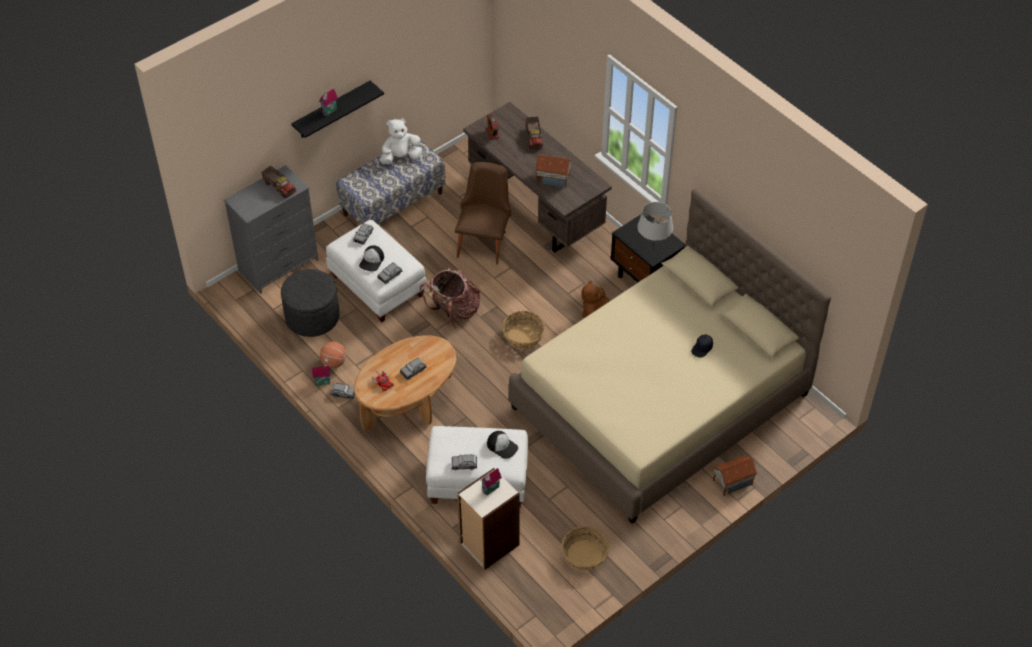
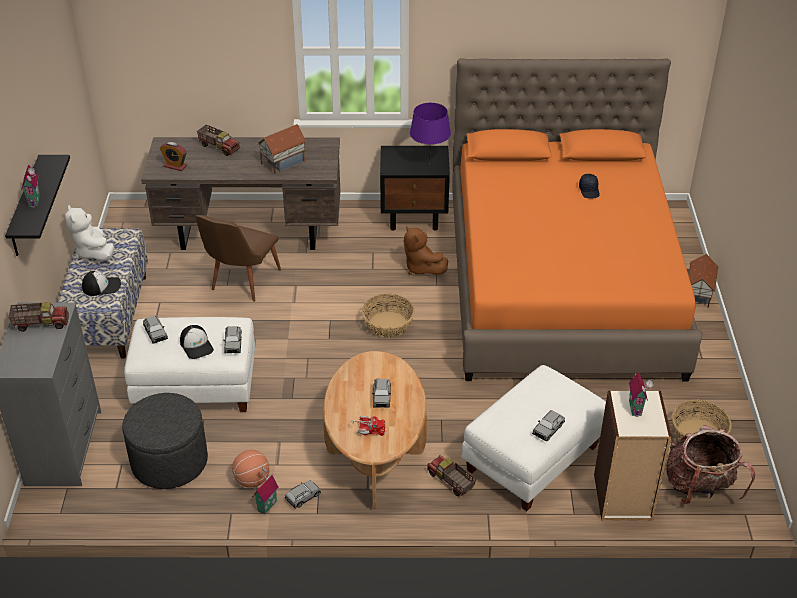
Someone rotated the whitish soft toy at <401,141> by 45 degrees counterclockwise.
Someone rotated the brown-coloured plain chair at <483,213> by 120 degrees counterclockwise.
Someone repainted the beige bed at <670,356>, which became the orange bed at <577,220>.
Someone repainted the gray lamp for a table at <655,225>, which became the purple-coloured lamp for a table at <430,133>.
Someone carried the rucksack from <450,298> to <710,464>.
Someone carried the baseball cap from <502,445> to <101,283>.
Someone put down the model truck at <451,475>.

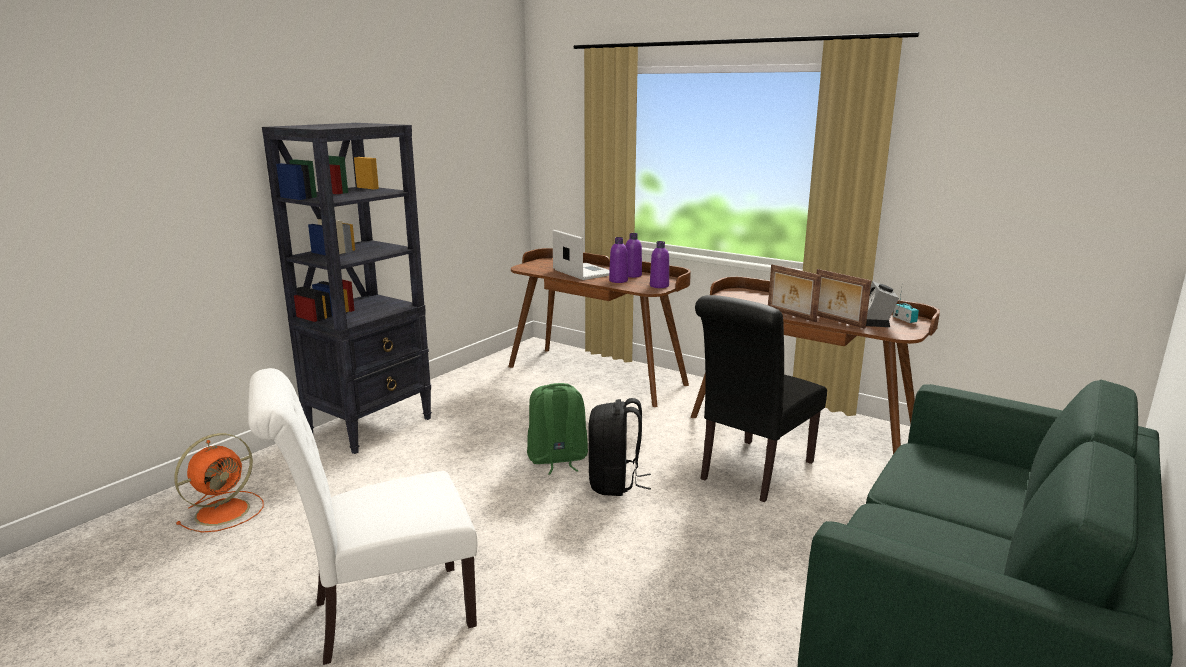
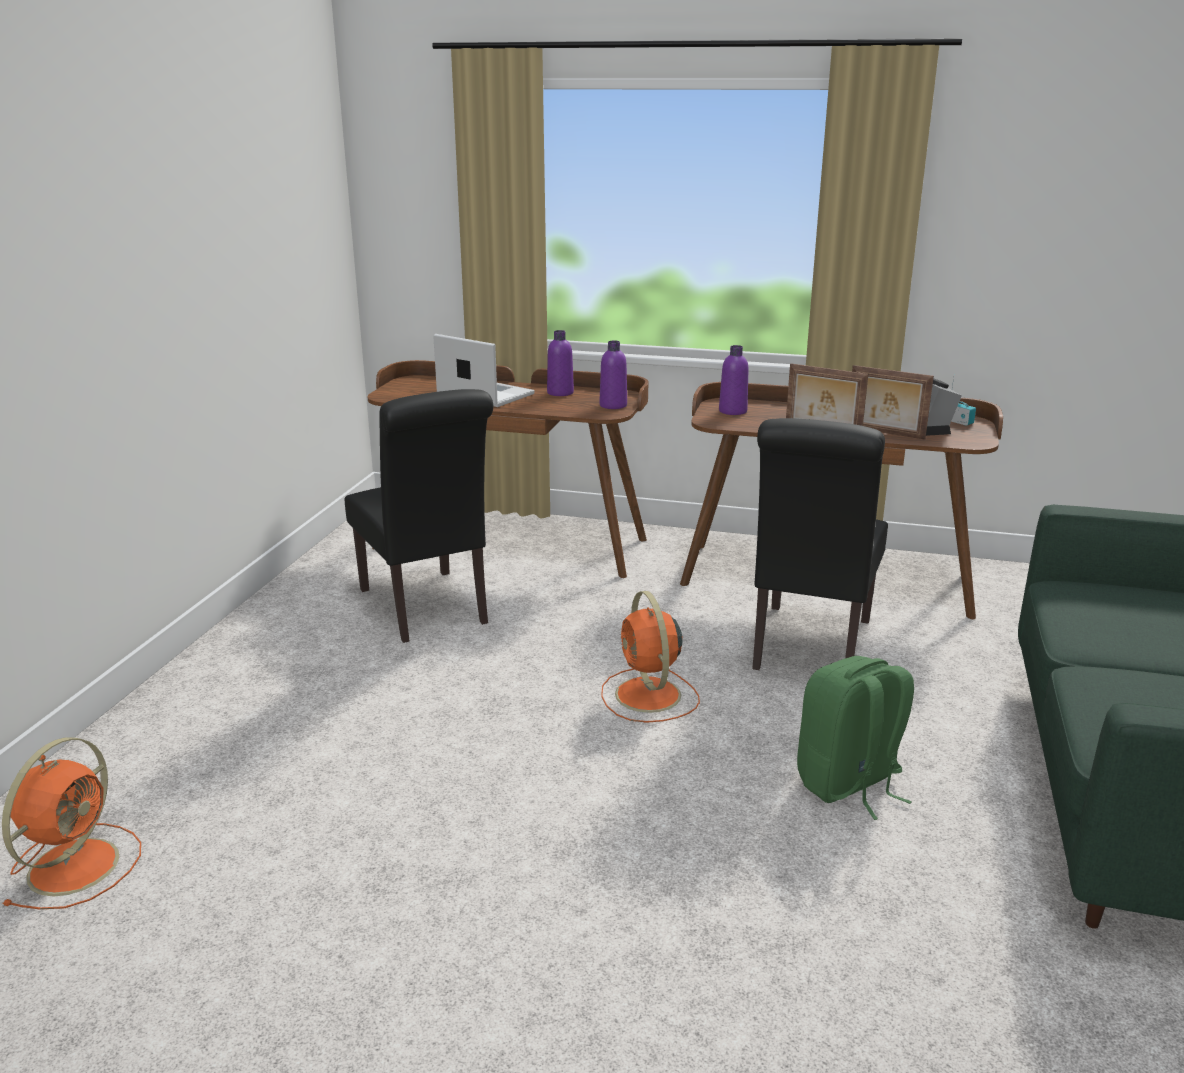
Someone took away the black bookcase at <347,288>.
Someone carried the purple-coloured bottle from <618,260> to <733,380>.
Someone took away the whitish plain chair at <363,516>.
Someone carried the greenish rucksack from <557,428> to <855,738>.
Someone swapped the black rucksack at <620,447> for the orange cooling fan at <650,657>.
Someone put down the black plain chair at <419,516>.

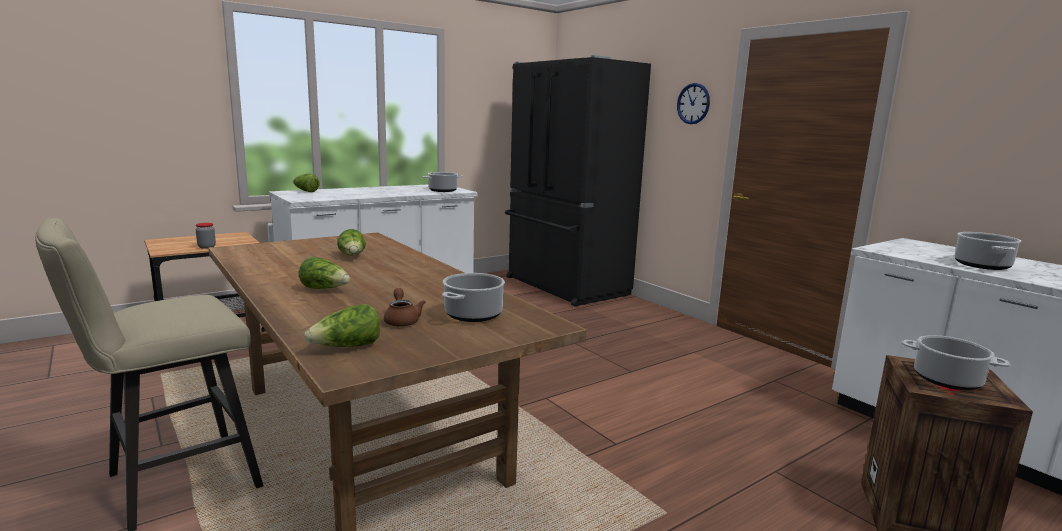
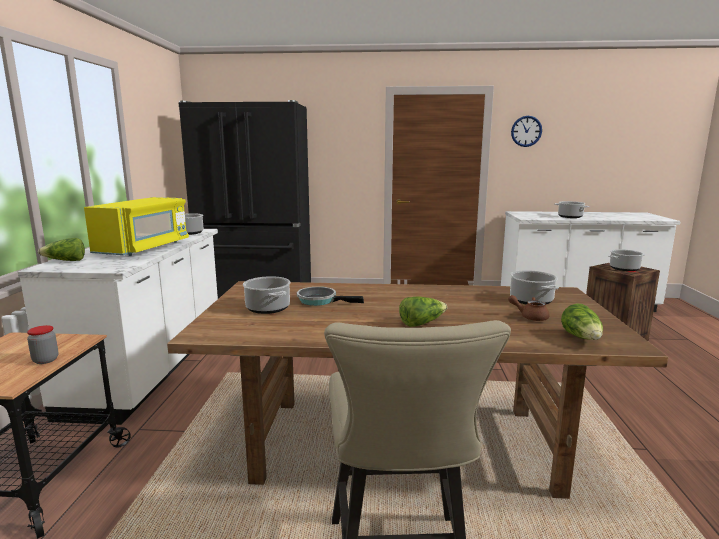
Someone carried the wall clock from <693,103> to <526,131>.
Someone swapped the head of lettuce at <351,242> for the pan at <330,296>.
Someone put down the yellowish microwave oven at <136,226>.
Someone put down the cooking pot at <266,295>.

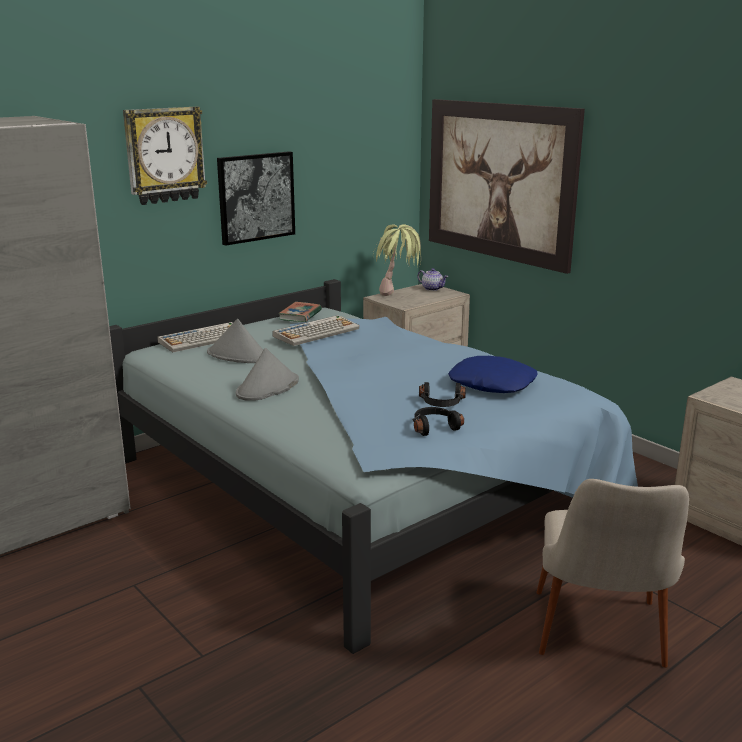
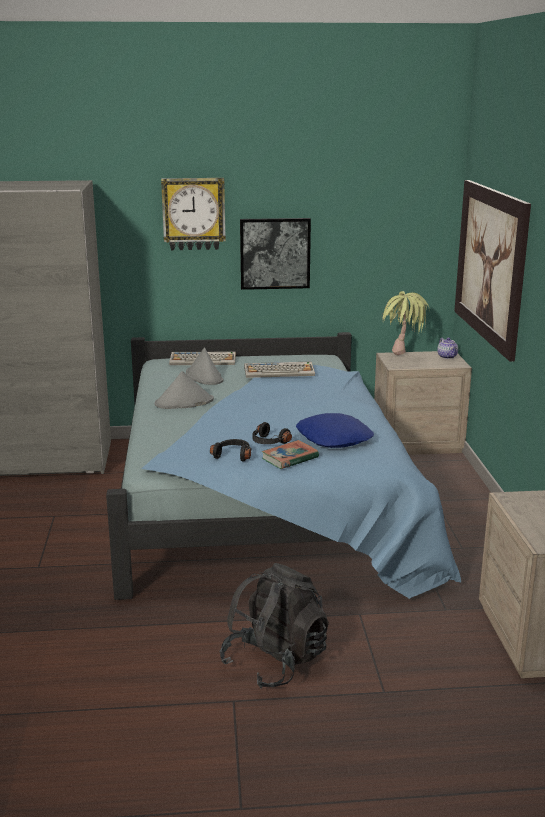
Someone carried the bound book from <300,312> to <290,454>.
Someone swapped the beige plain chair at <612,573> for the black rucksack at <274,625>.

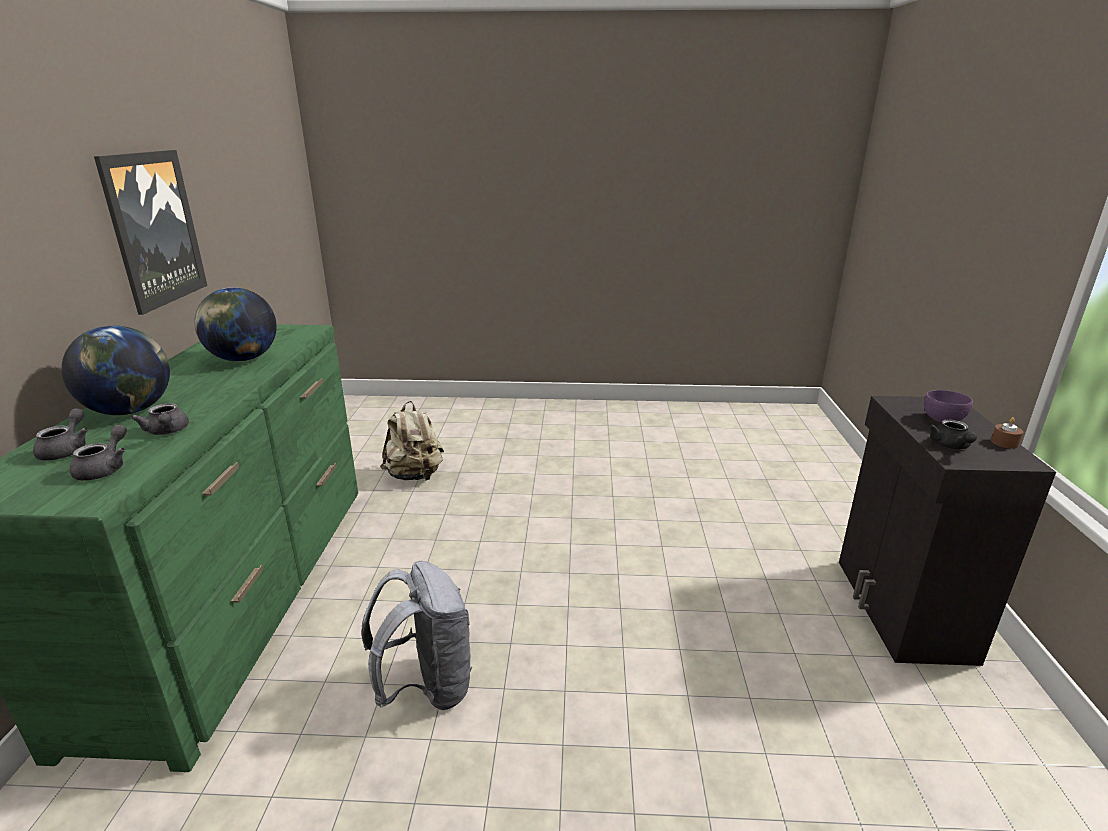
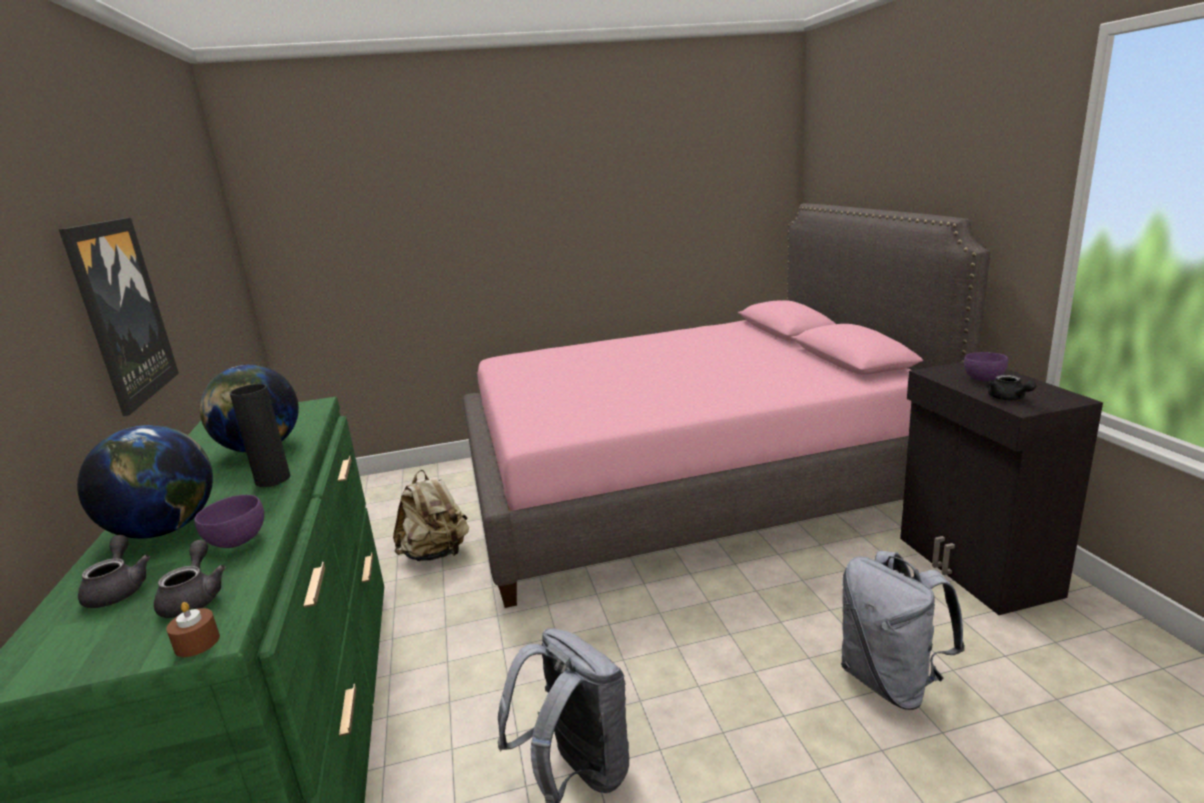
Someone swapped the gray tea pot at <160,419> for the purple-coloured bowl at <229,521>.
Someone carried the brown-coloured wax light from <1007,433> to <193,629>.
Someone put down the pink-coloured bed at <726,405>.
Someone put down the black vase at <260,435>.
Someone put down the gray rucksack at <903,630>.

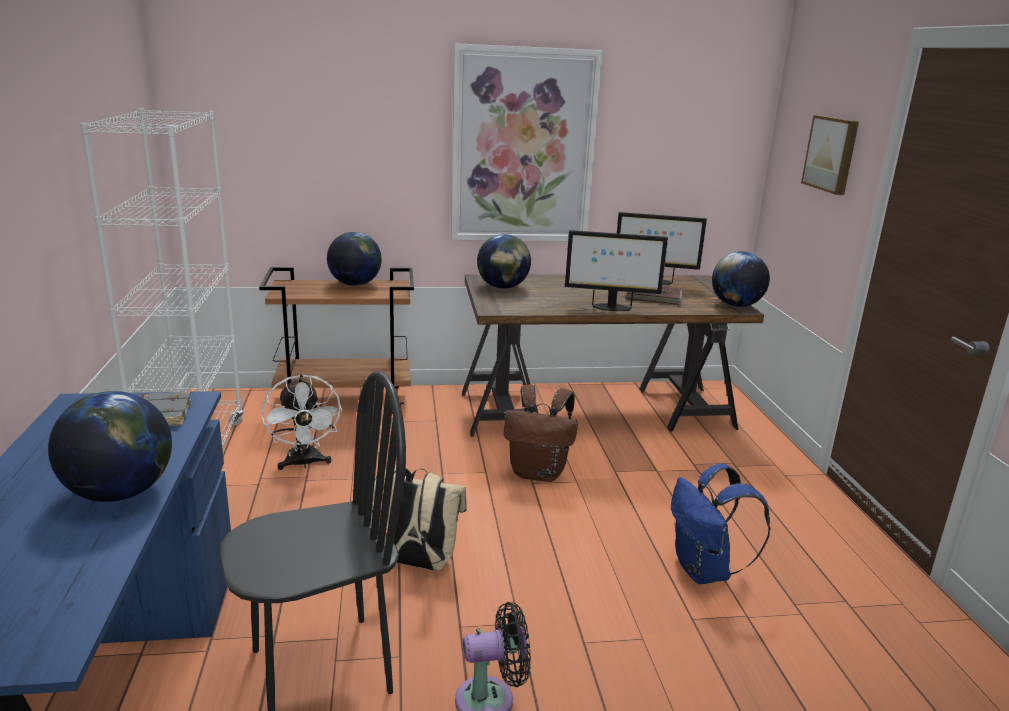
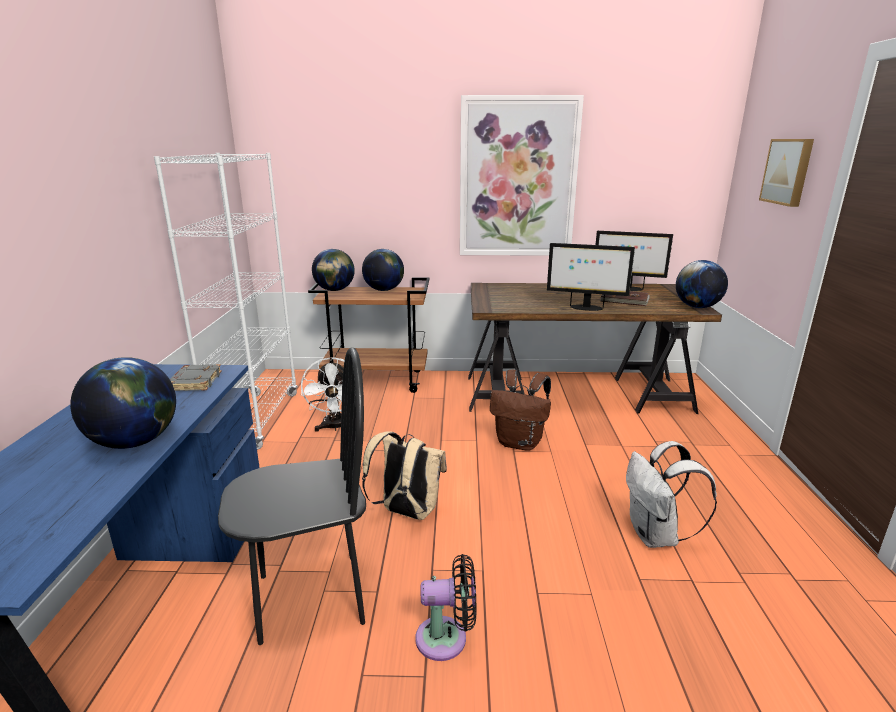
Someone carried the world globe from <504,261> to <333,270>.
Someone repainted the blue rucksack at <721,523>, which became the whitish rucksack at <671,494>.

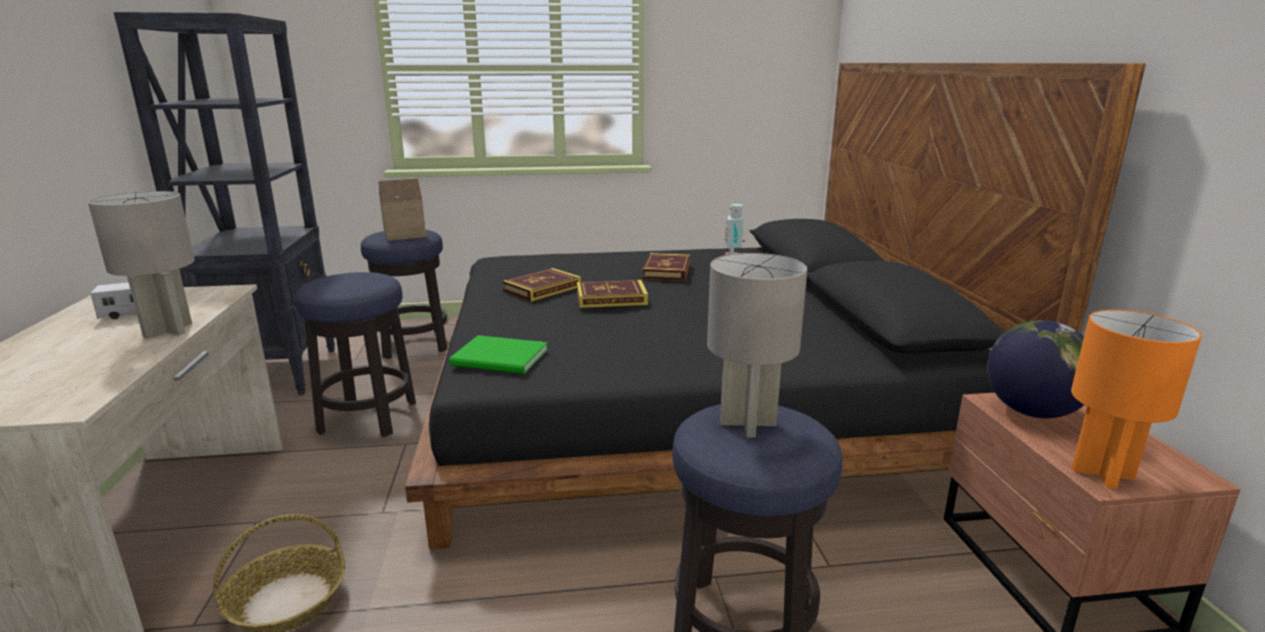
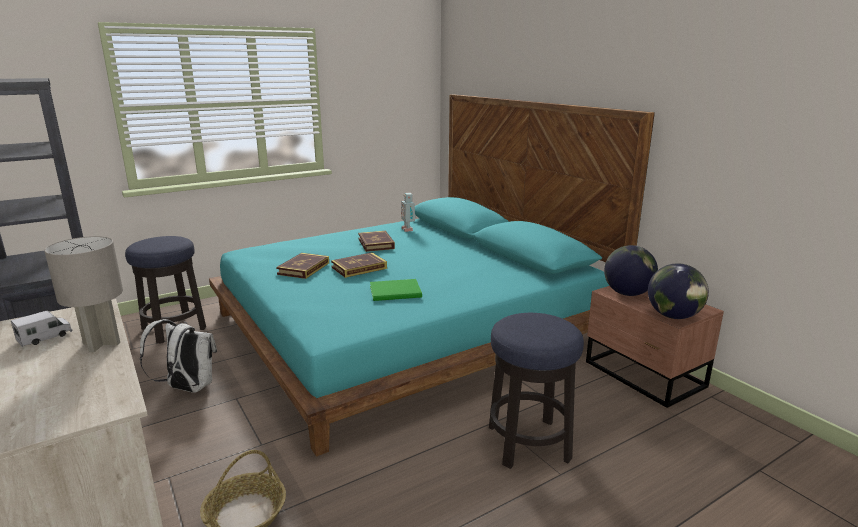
Someone repainted the black bed at <775,306>, which became the blue-green bed at <432,275>.
Someone took away the toy house at <402,210>.
Someone took away the gray lamp for a table at <757,345>.
Someone swapped the stool seat at <355,354> for the whitish rucksack at <178,356>.
Someone swapped the orange lamp for a table at <1136,399> for the world globe at <678,291>.
Someone carried the greenish bound book from <498,354> to <396,290>.

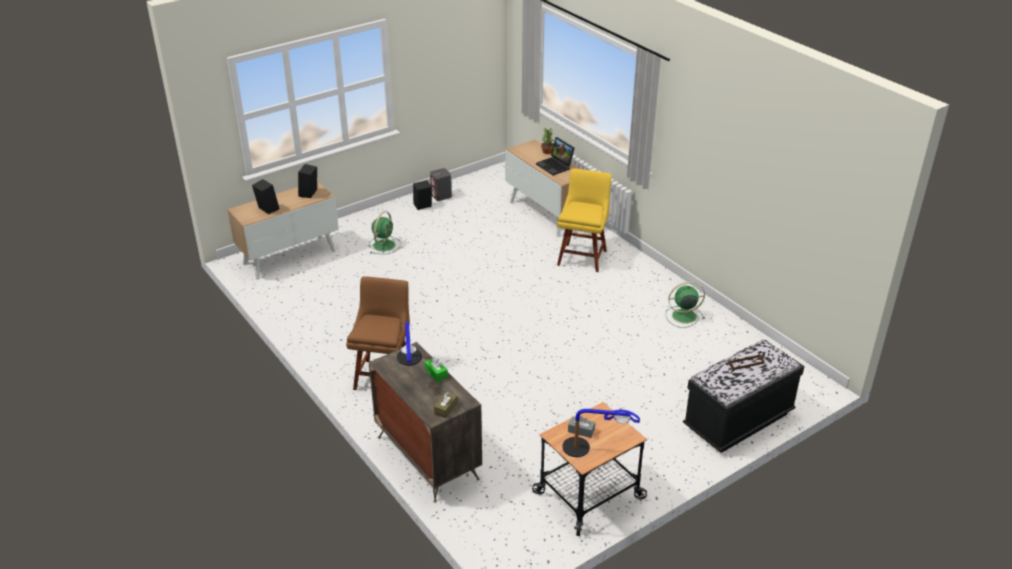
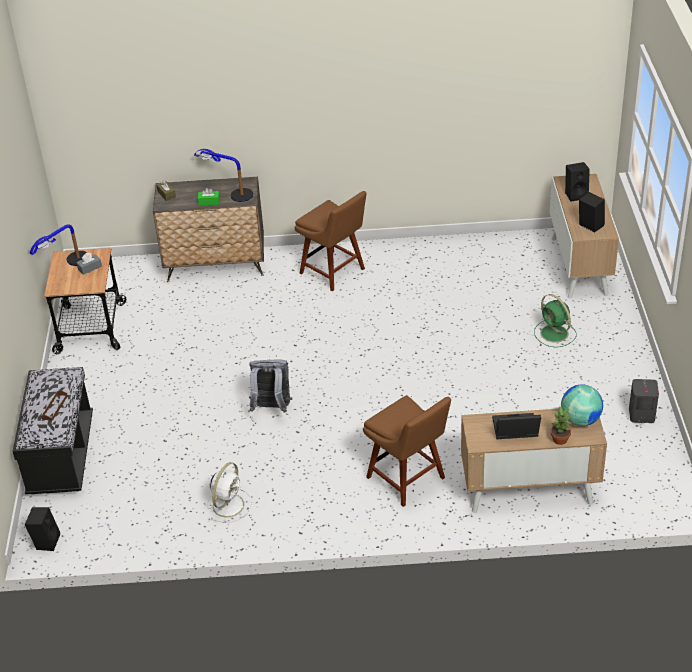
Someone repainted the yellowish plain chair at <584,220>, which became the brown-coloured plain chair at <407,451>.
Someone carried the black speaker from <422,195> to <42,529>.
Someone repainted the greenish cooling fan at <685,305>, which became the whitish cooling fan at <229,492>.
Someone put down the gray rucksack at <270,386>.
Someone put down the world globe at <582,405>.

